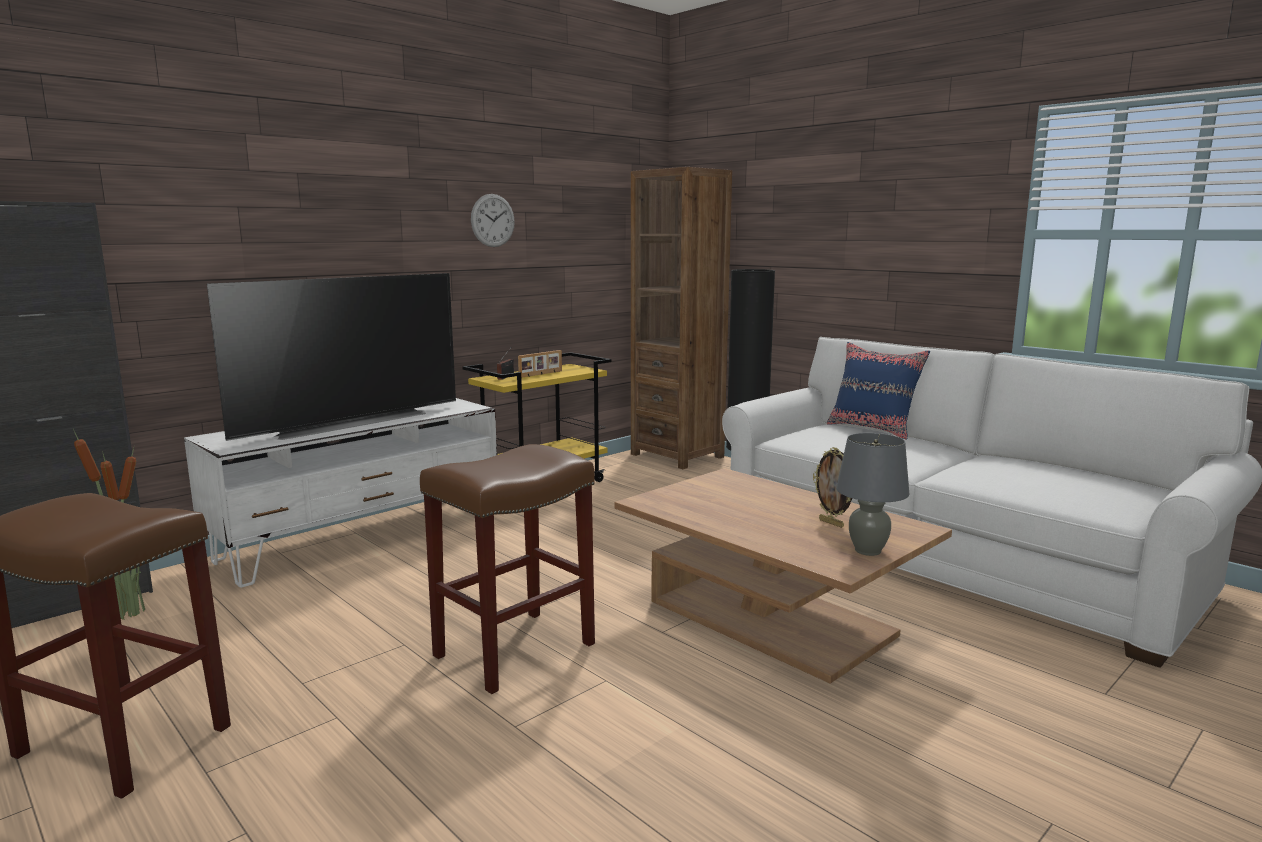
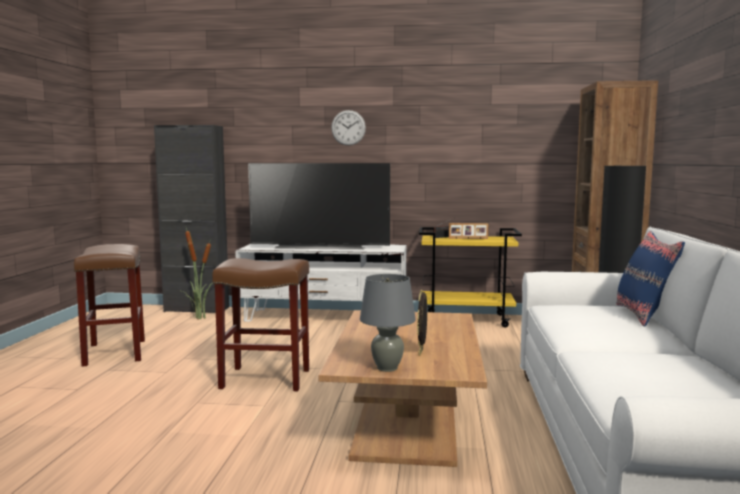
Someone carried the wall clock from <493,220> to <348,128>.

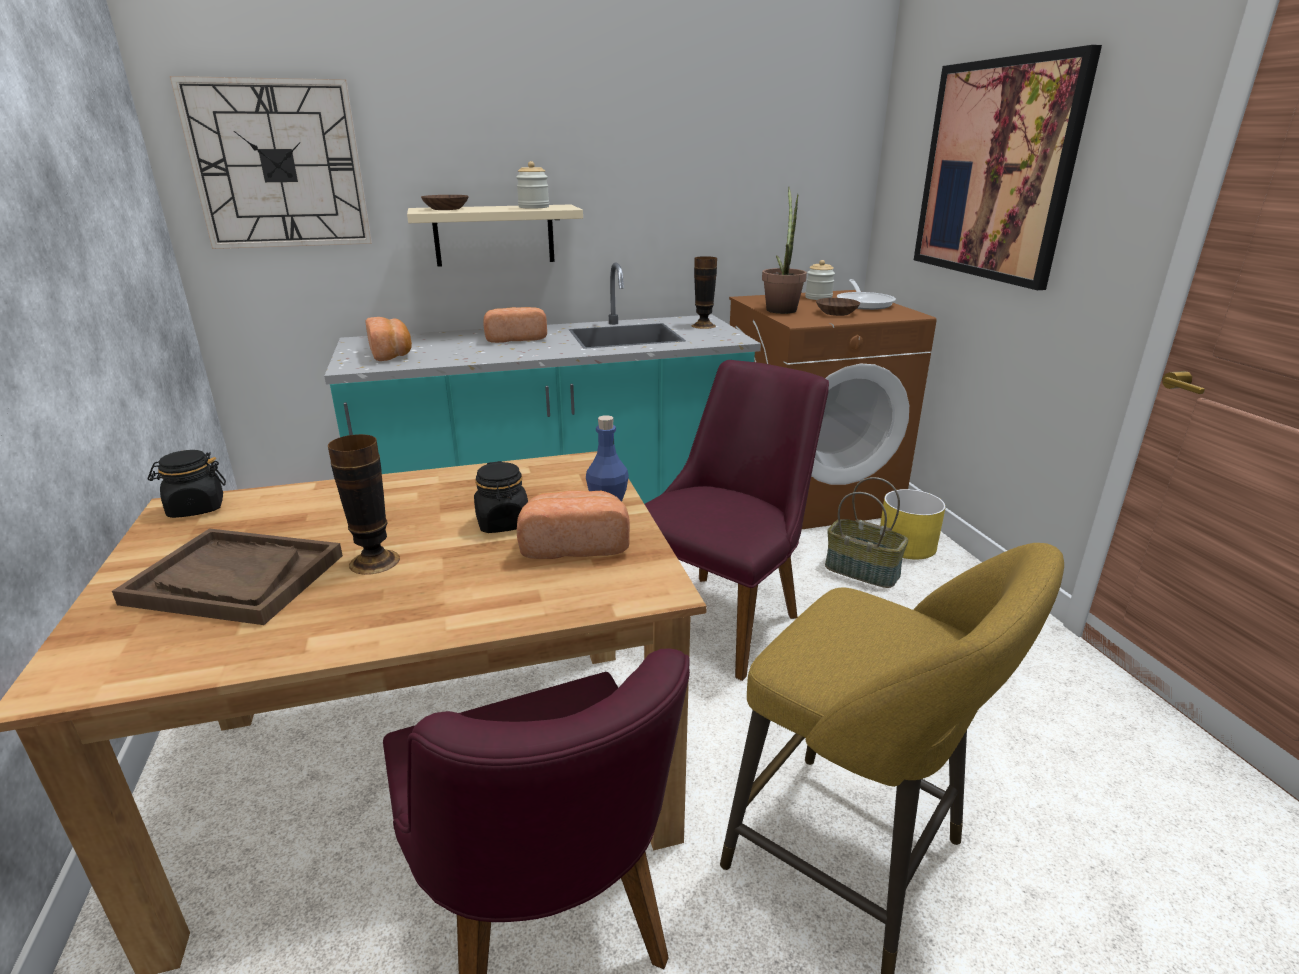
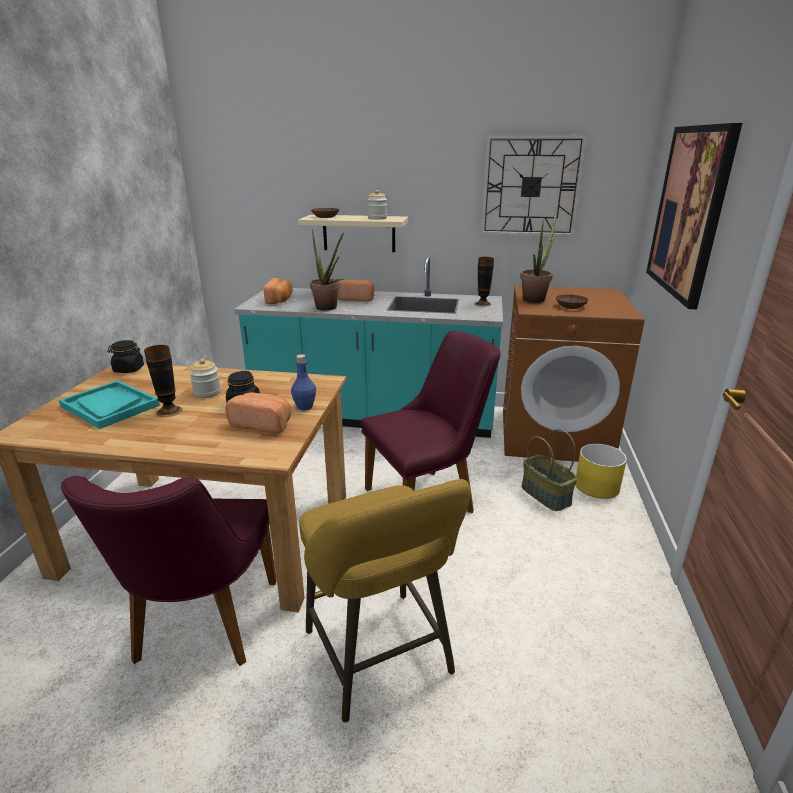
Someone carried the wall clock from <271,162> to <534,186>.
Someone carried the storage jar from <820,280> to <205,378>.
Someone took away the pan at <866,294>.
Someone repainted the brown-coloured carrying tray at <227,577>, which became the blue-green carrying tray at <109,404>.
Someone put down the houseplant at <327,270>.

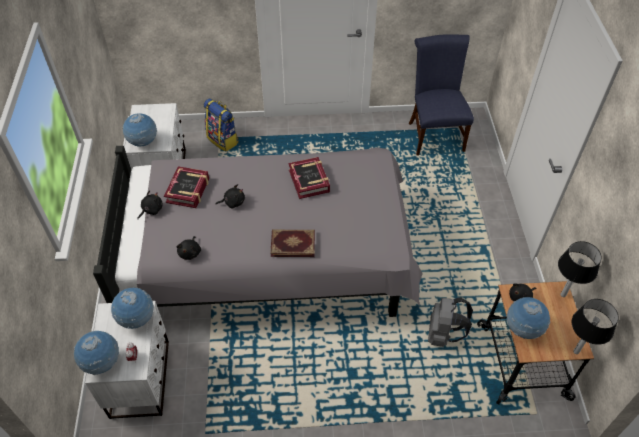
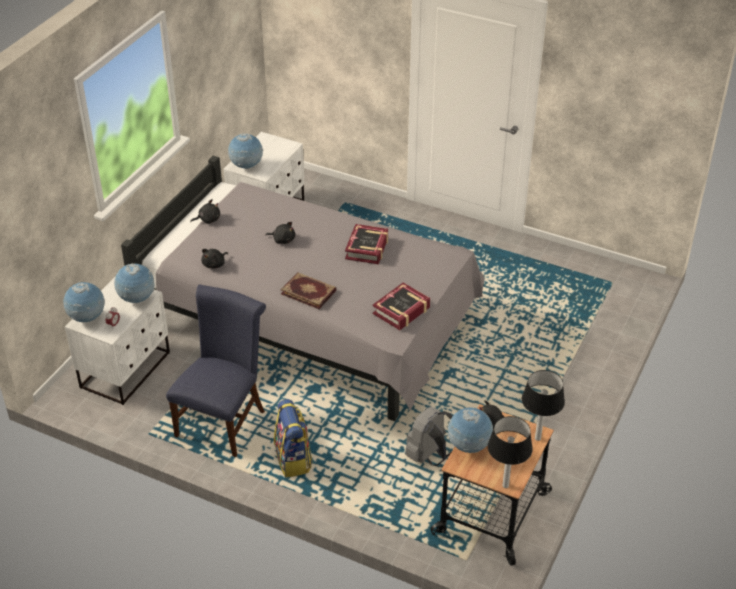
Someone carried the blue plain chair from <441,95> to <216,370>.
Someone carried the rucksack from <221,125> to <293,438>.
Someone carried the bound book from <186,187> to <401,306>.

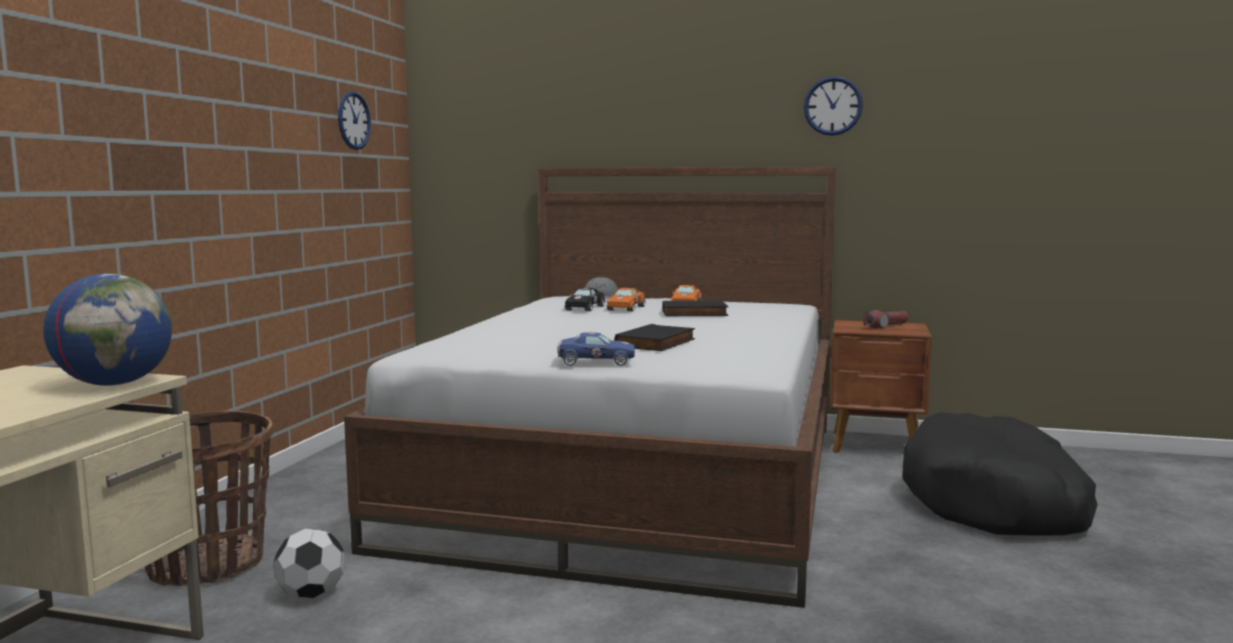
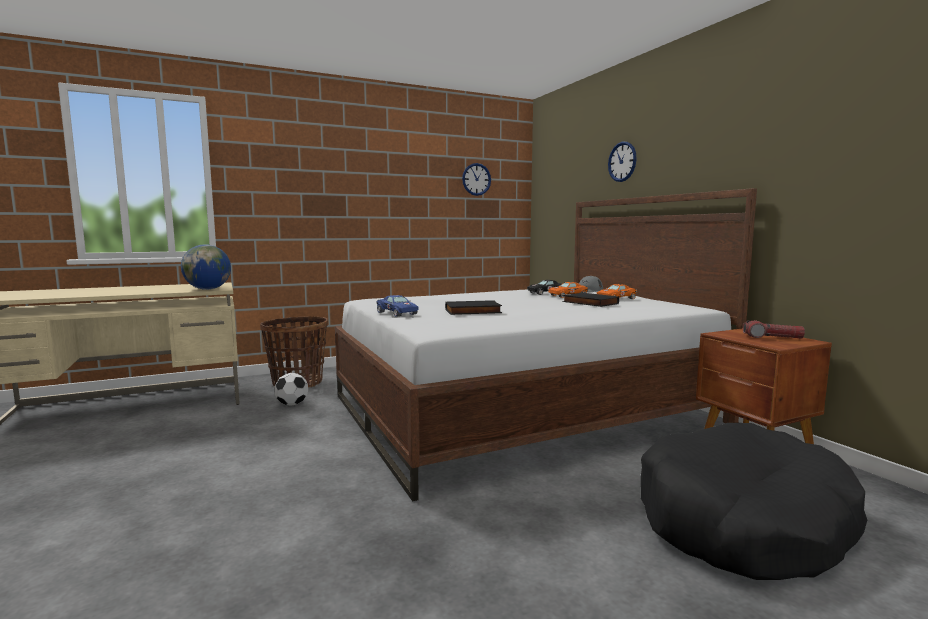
Someone carried the wall clock from <833,106> to <622,162>.

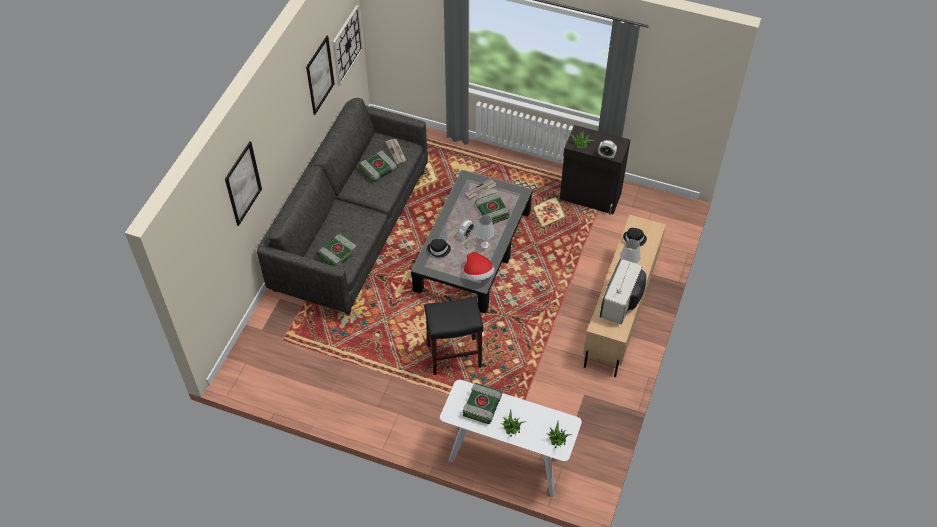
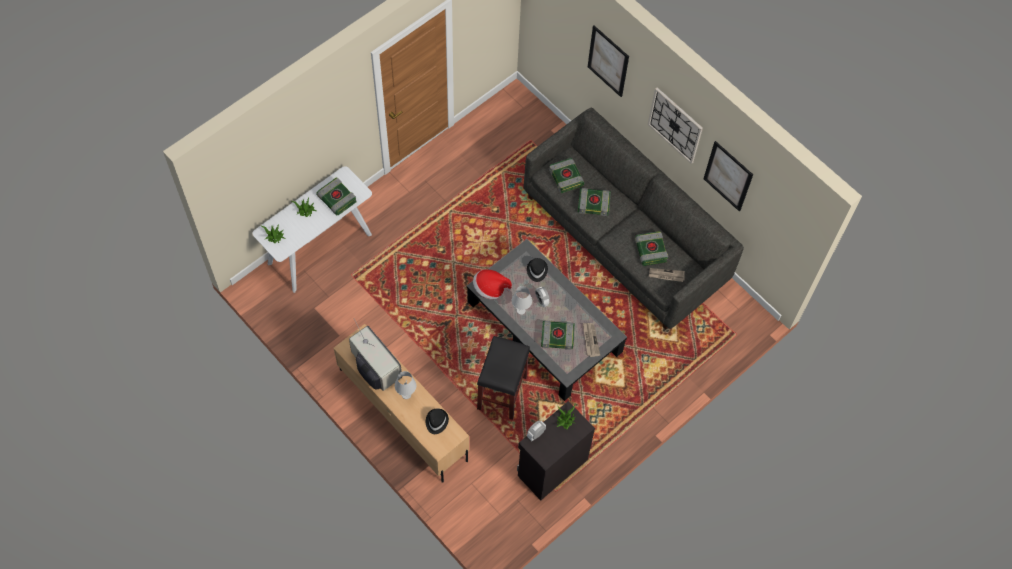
Someone carried the wall clock from <347,45> to <675,126>.
Someone carried the black stool seat from <453,335> to <503,378>.
Someone put down the bound book at <594,202>.

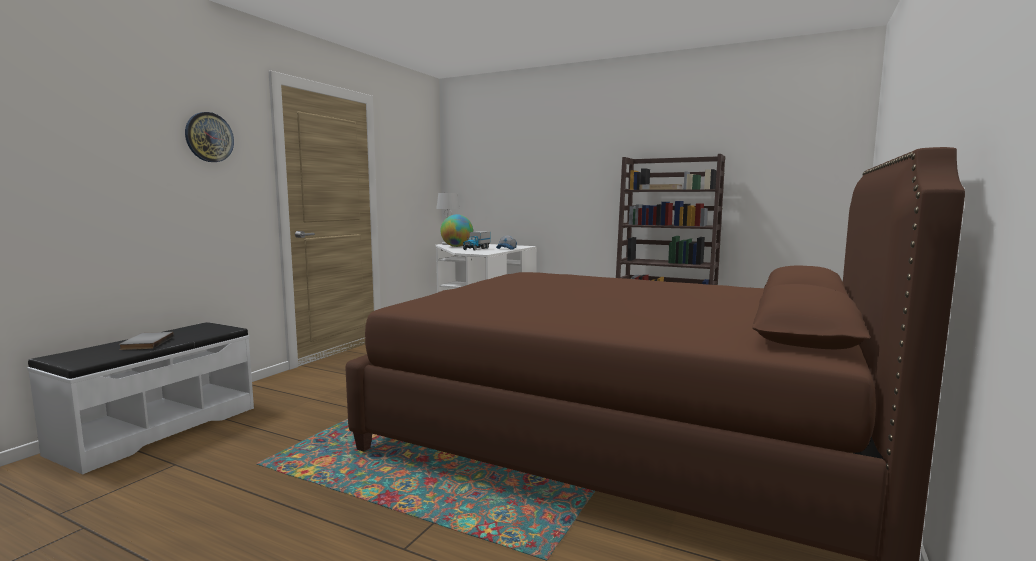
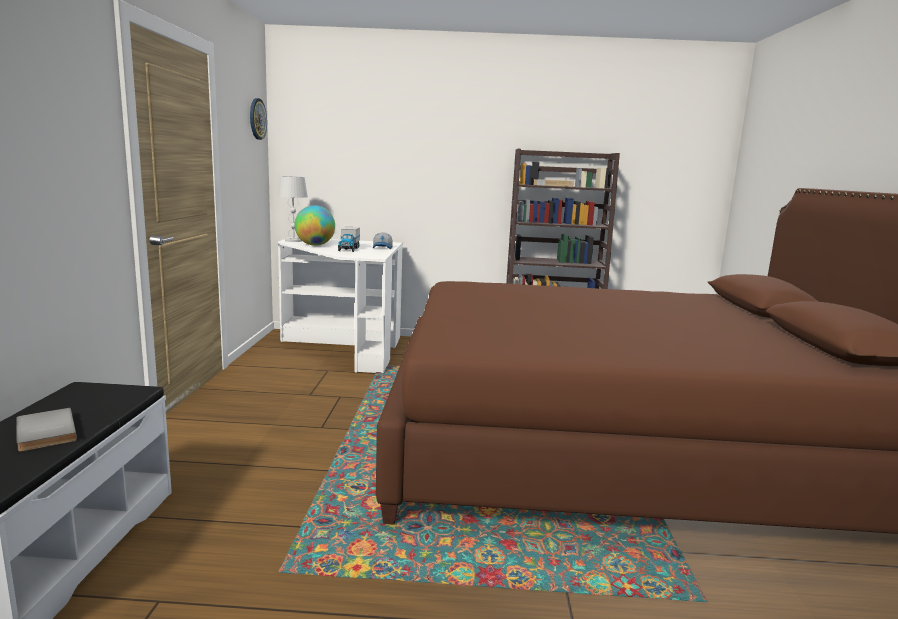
Someone carried the wall clock from <209,137> to <258,119>.

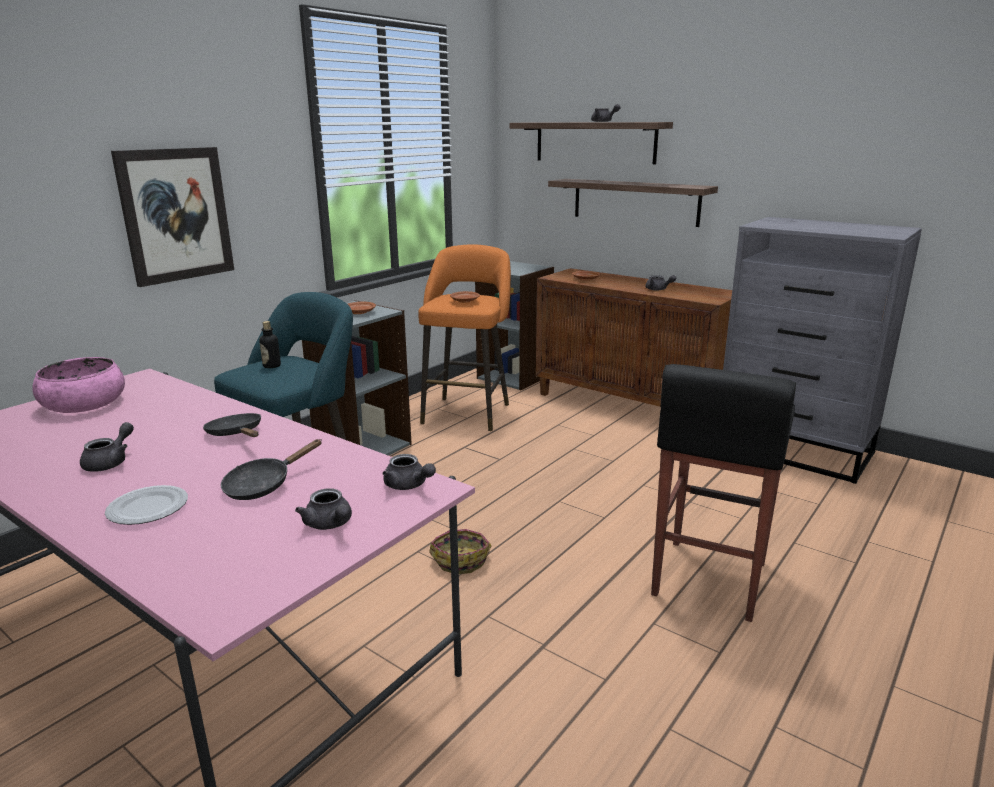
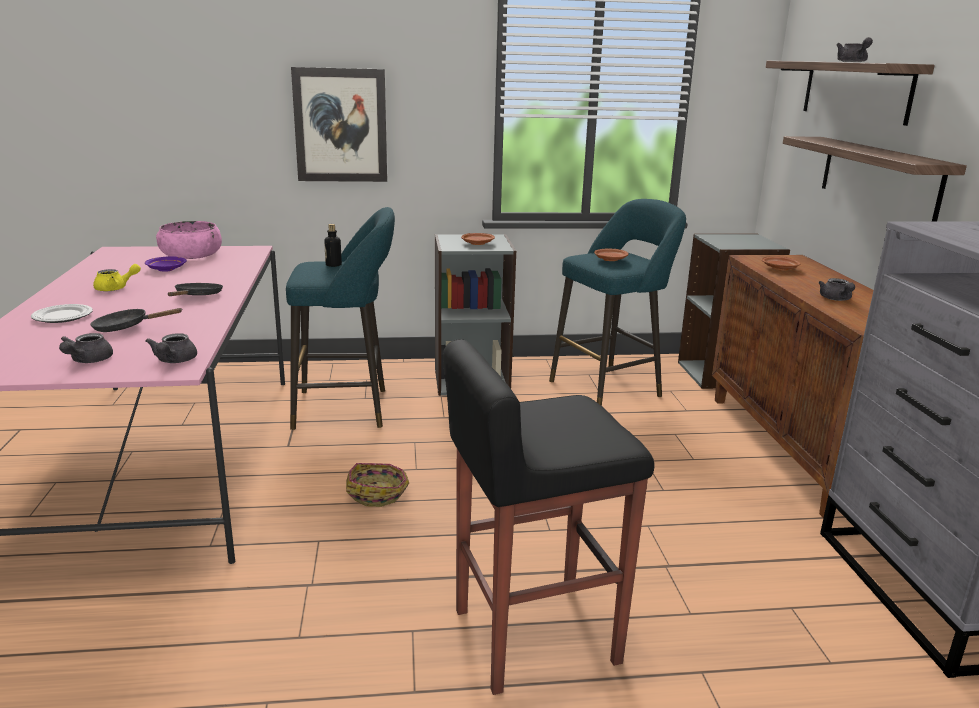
Someone repainted the orange stool seat at <464,337>, which became the blue-green stool seat at <617,302>.
Someone repainted the gray tea pot at <107,447>, which became the yellowish tea pot at <117,277>.
Someone put down the purple-coloured dinner plate at <166,264>.

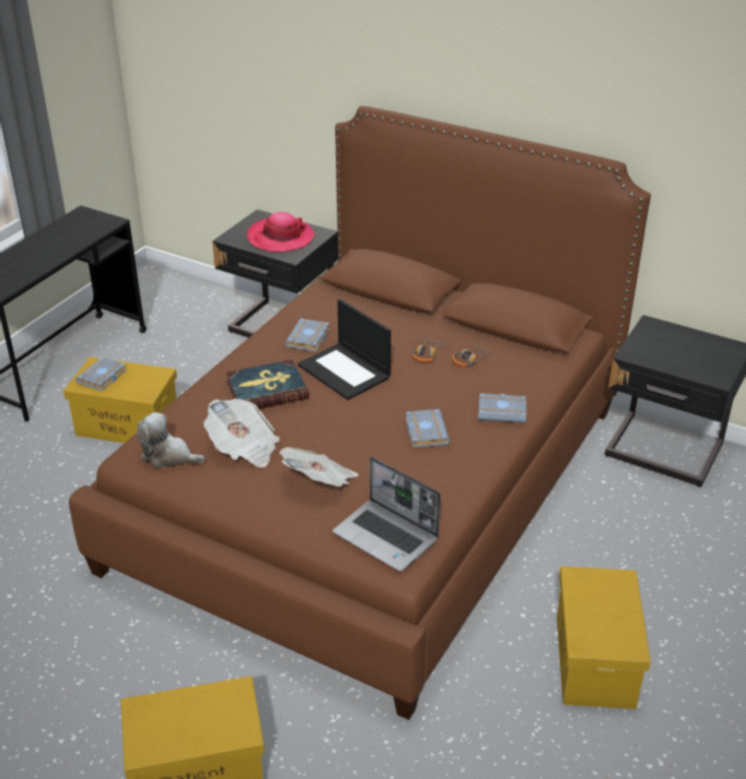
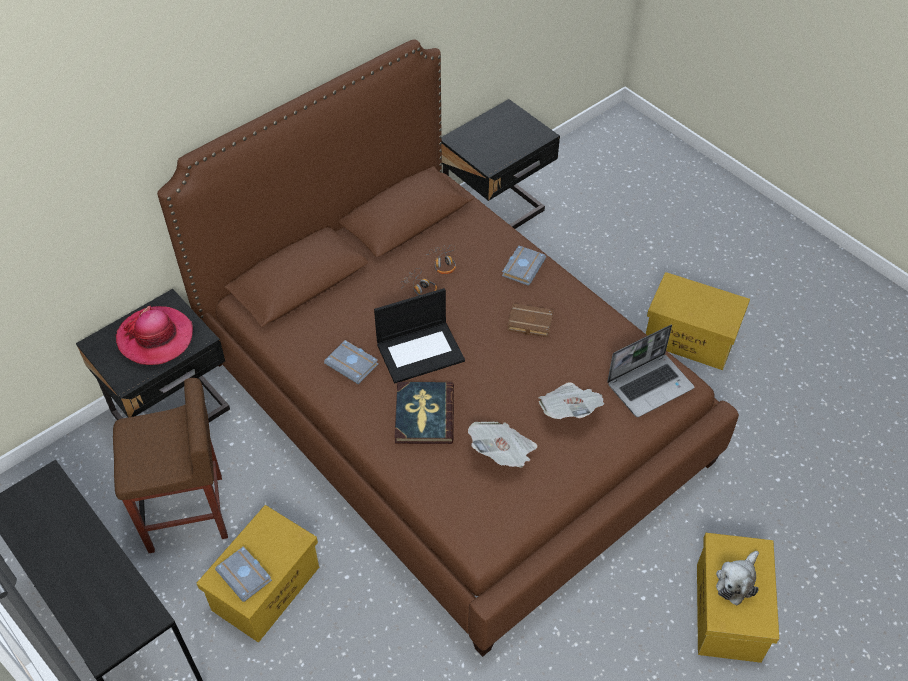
Someone repainted the gray bound book at <427,428>, which became the brown-coloured bound book at <530,320>.
Someone carried the soft toy from <170,440> to <737,578>.
Someone put down the brown-coloured stool seat at <170,465>.

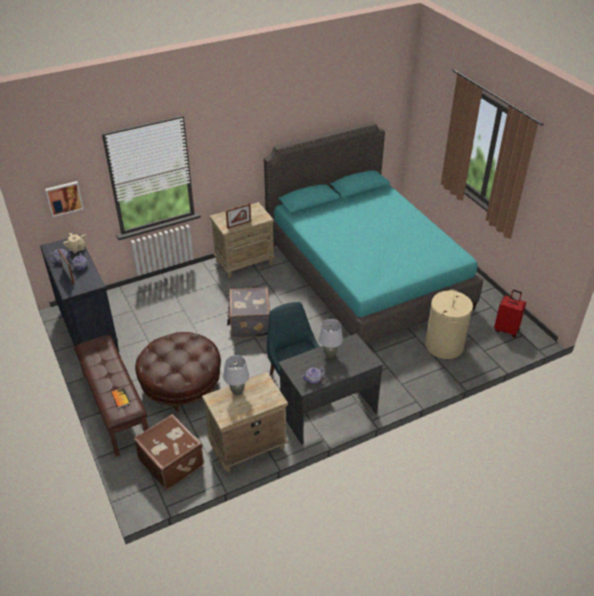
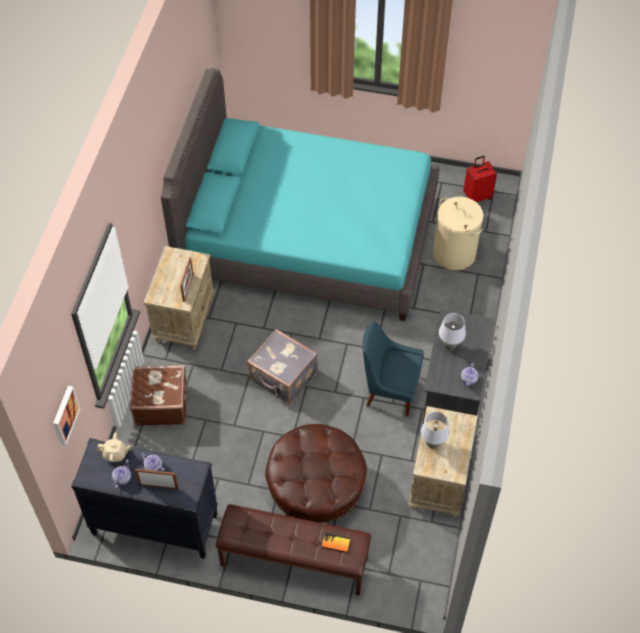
Someone carried the brown-coloured piece of luggage from <169,452> to <158,395>.

